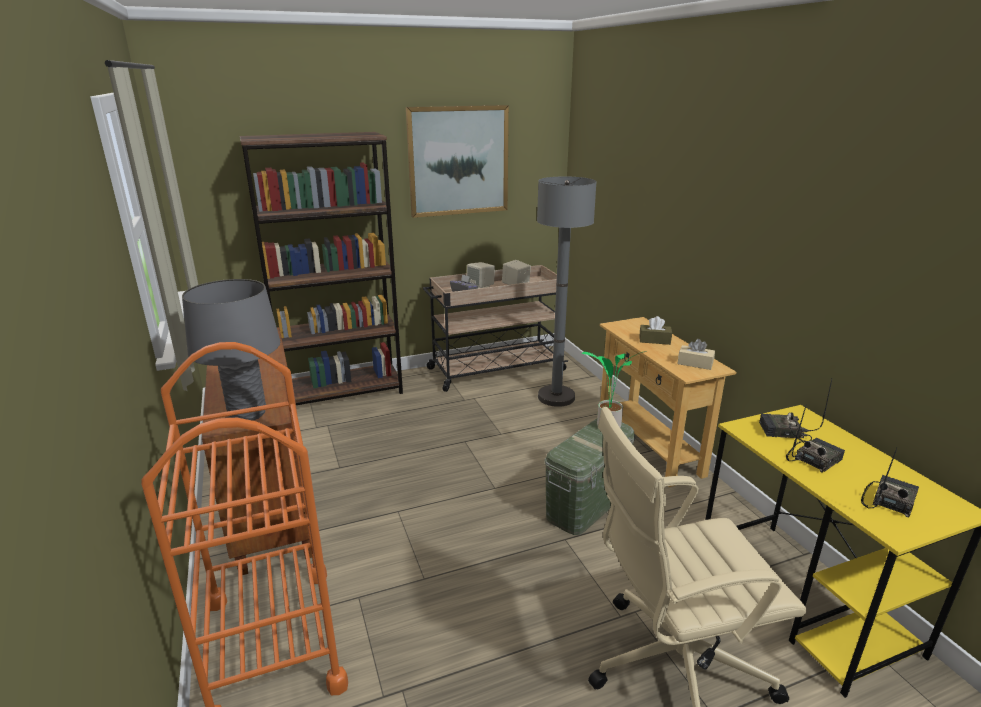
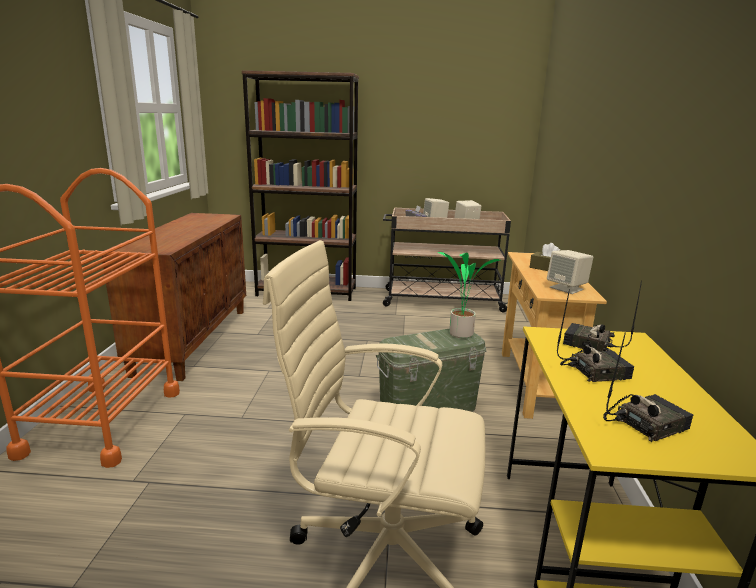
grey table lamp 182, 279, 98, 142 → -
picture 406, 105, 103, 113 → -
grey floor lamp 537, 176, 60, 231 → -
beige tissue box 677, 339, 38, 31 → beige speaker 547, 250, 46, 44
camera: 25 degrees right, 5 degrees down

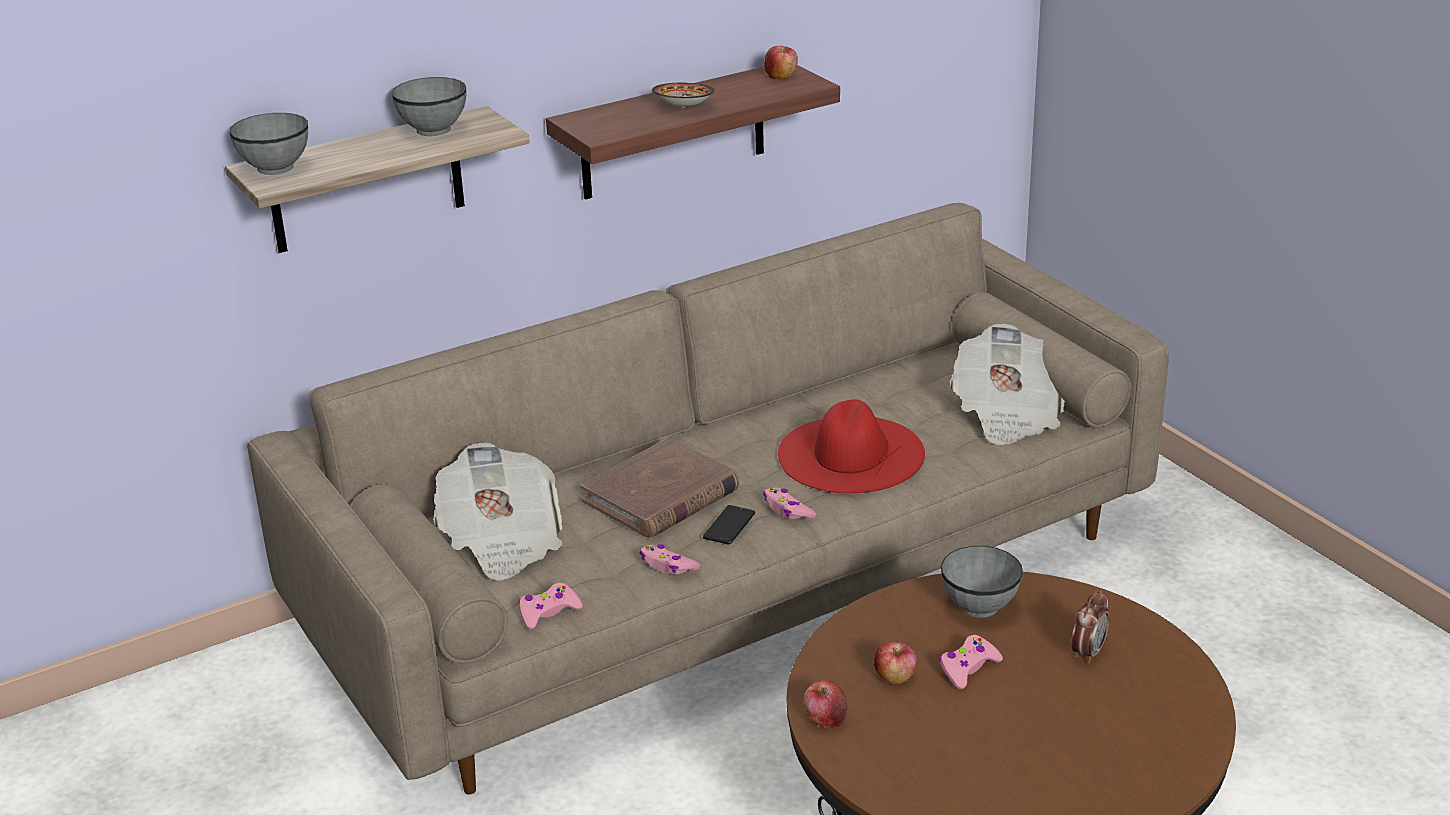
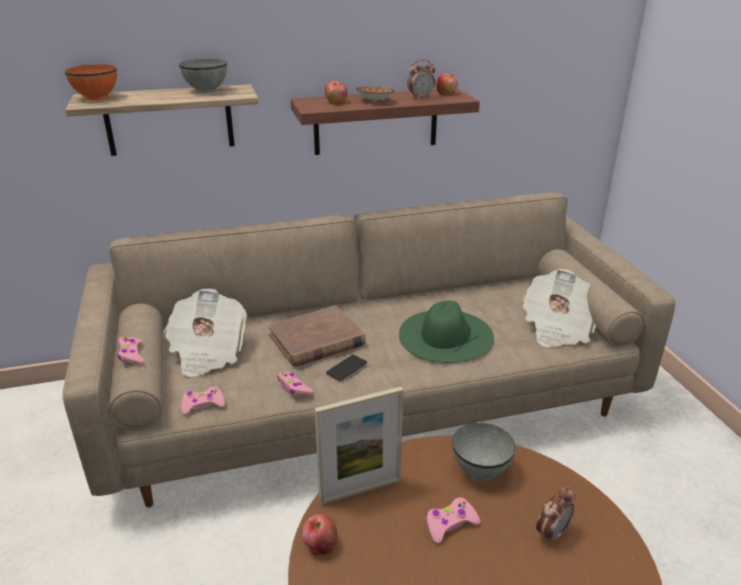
- → picture frame 314, 387, 89, 118
- → alarm clock 407, 59, 28, 40
pink game controller 763, 488, 53, 31 → pink game controller 118, 337, 26, 28, shifted
apple 874, 641, 43, 43 → apple 325, 81, 23, 23, shifted
grey bowl 230, 113, 78, 62 → orange bowl 65, 64, 52, 36
red hat 778, 399, 147, 94 → green hat 399, 301, 95, 62
camera: 15 degrees right, 0 degrees up

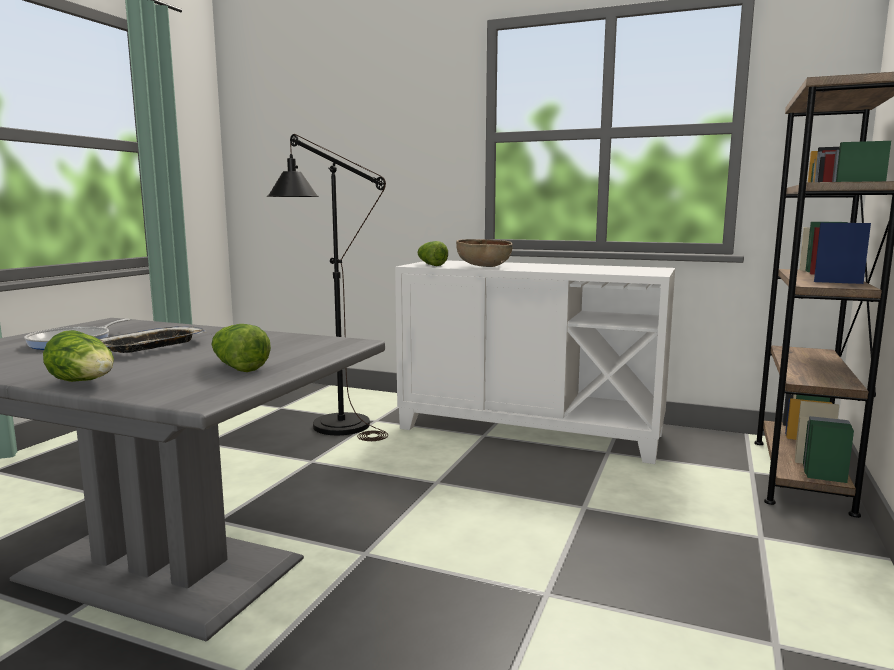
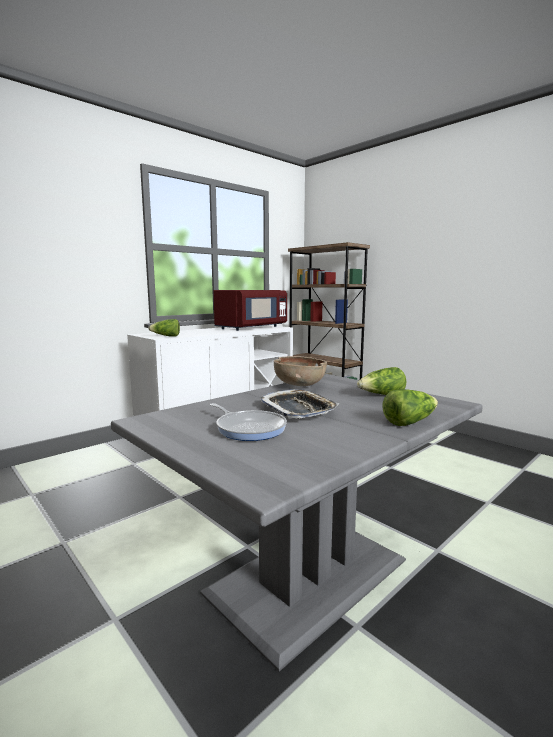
black floor lamp 267, 134, 121, 307 → -
- → red microwave 213, 290, 74, 41
brown bowl 456, 239, 57, 28 → brown bowl 274, 356, 53, 30, shifted
camera: 65 degrees left, 0 degrees up

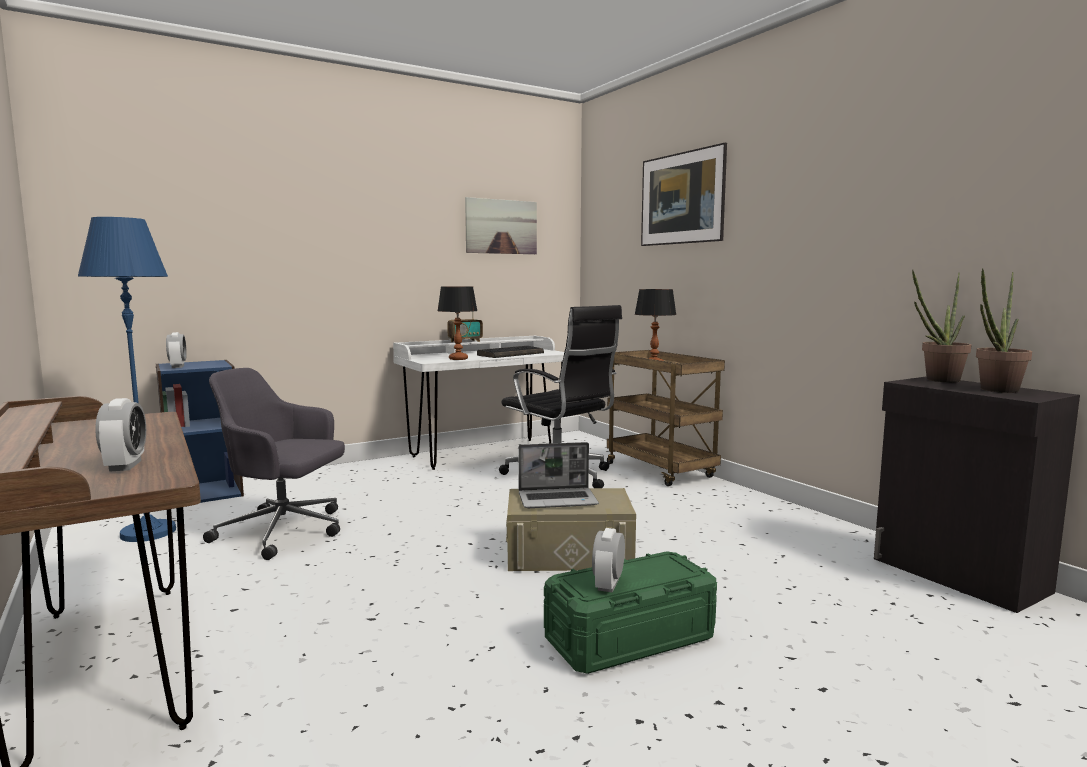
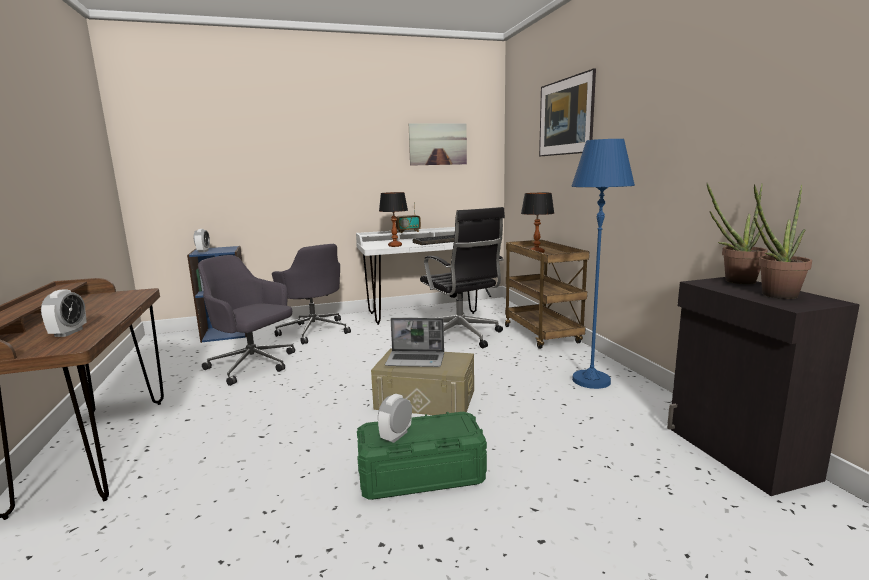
- → grey office chair 272, 244, 79, 100
blue floor lamp 78, 217, 98, 325 → blue floor lamp 572, 139, 63, 250, shifted
camera: 15 degrees right, 5 degrees up

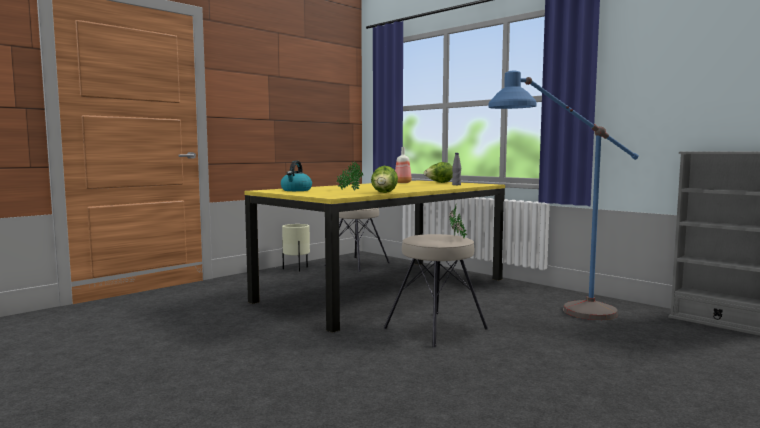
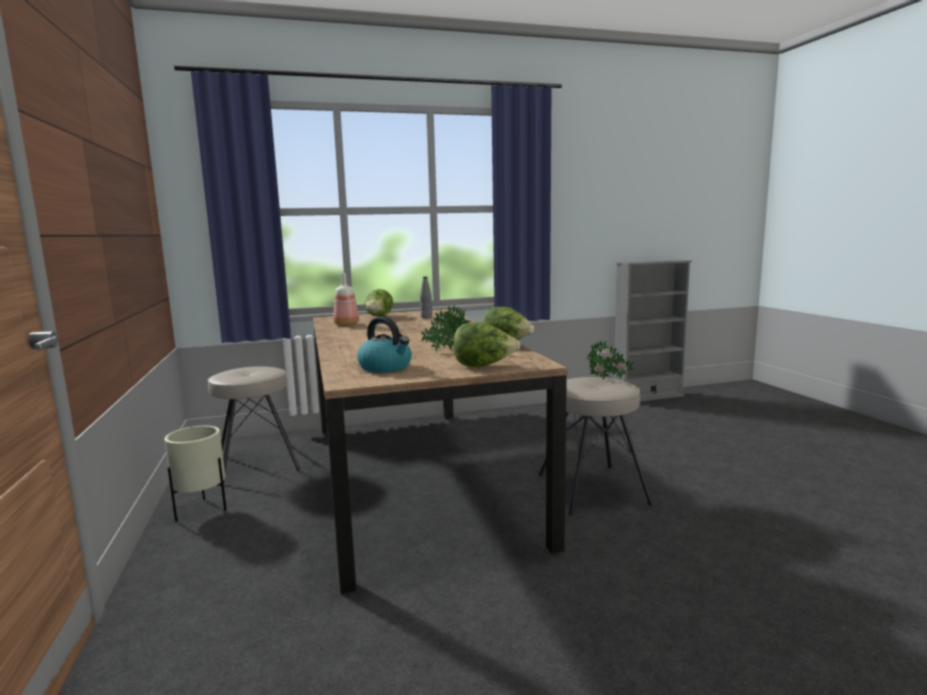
blue floor lamp 488, 71, 151, 249 → -
- → lettuce 453, 322, 67, 45
yellow dining table 244, 180, 261, 153 → brown dining table 313, 309, 254, 285
camera: 60 degrees left, 5 degrees up

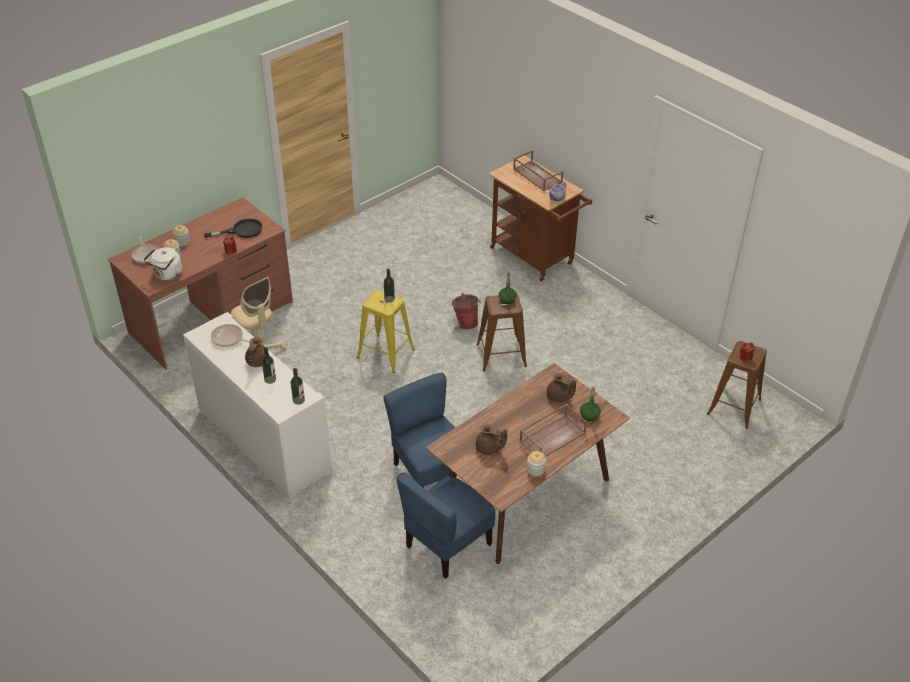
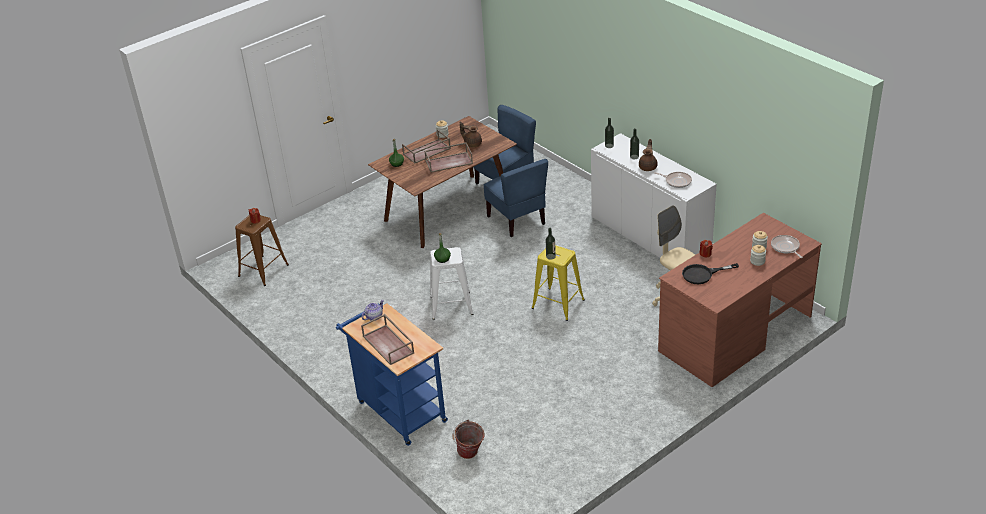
white kettle 144, 247, 38, 33 → -
brown teapot 547, 373, 29, 30 → -
- → brown tray 424, 142, 49, 31
bucket 452, 293, 29, 36 → bucket 453, 420, 31, 39, shifted
brown stool 477, 295, 50, 76 → white stool 430, 247, 43, 73
brown cart 489, 155, 103, 127 → blue cart 336, 303, 112, 143
camera: 175 degrees left, 5 degrees down

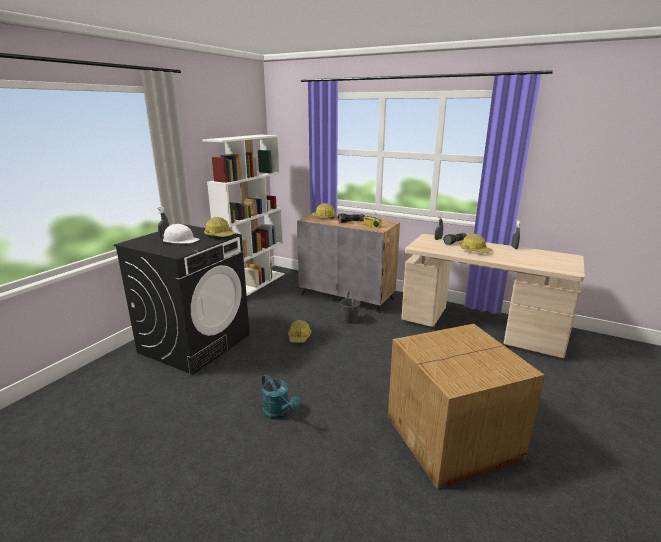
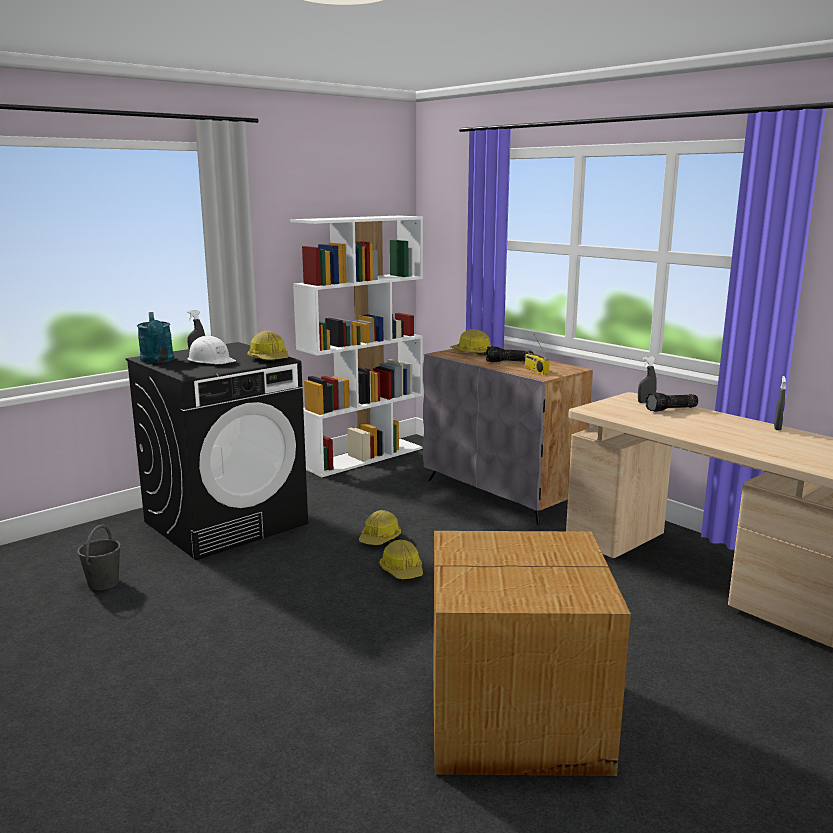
turquoise watering can 262, 374, 39, 46 → turquoise watering can 137, 312, 37, 51, shifted
grey bucket 340, 291, 20, 33 → grey bucket 77, 525, 44, 65, shifted
hard hat 460, 233, 33, 20 → hard hat 379, 540, 44, 39, shifted
camera: 20 degrees right, 5 degrees down

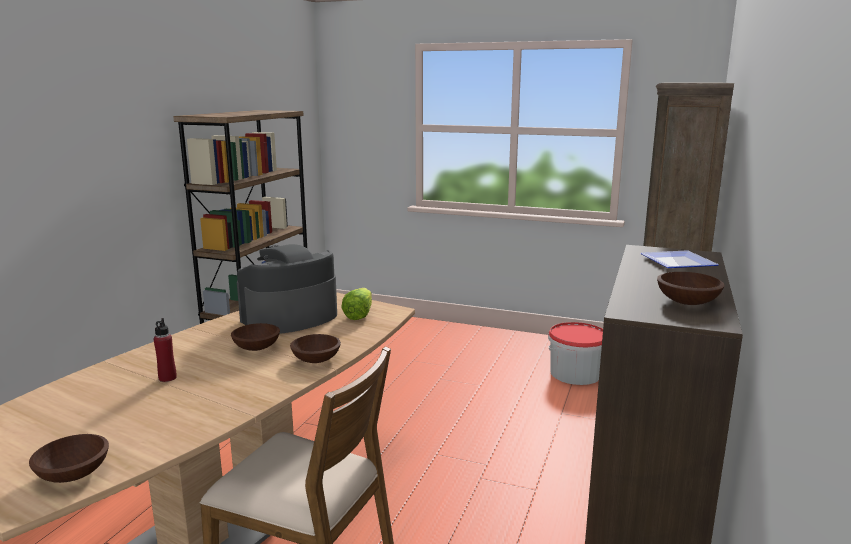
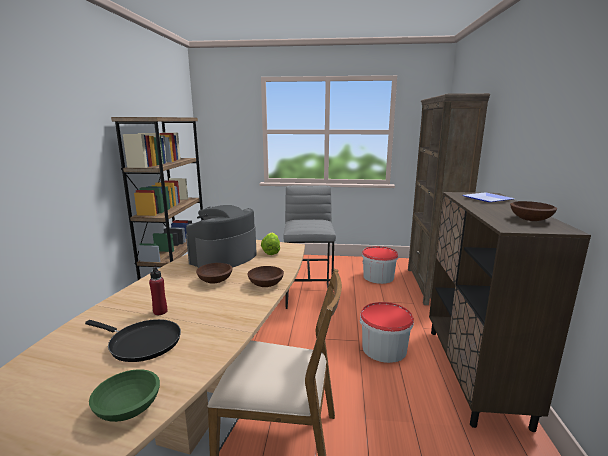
- → black frying pan 85, 319, 96, 43
- → grey stool 283, 186, 53, 123
- → bucket 359, 302, 55, 61
brown bowl 29, 434, 80, 49 → green bowl 89, 369, 71, 53
camera: 15 degrees left, 0 degrees up

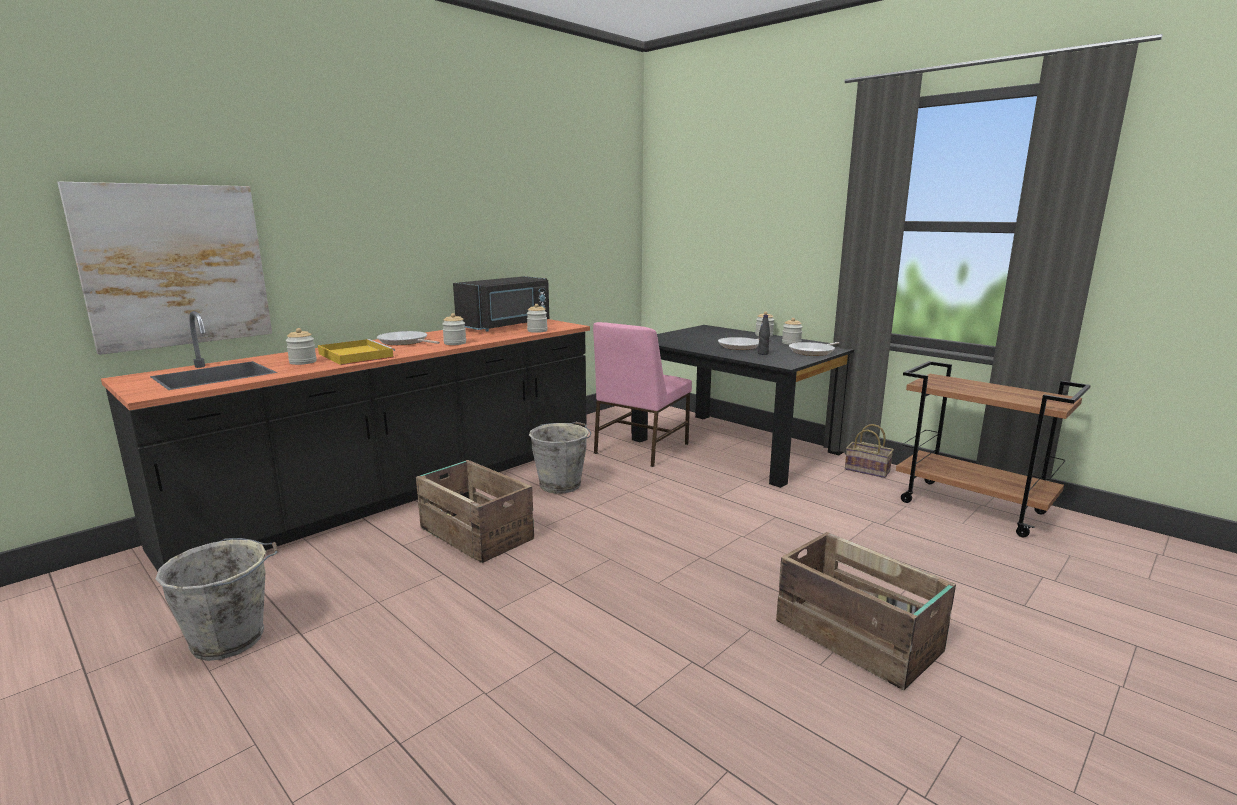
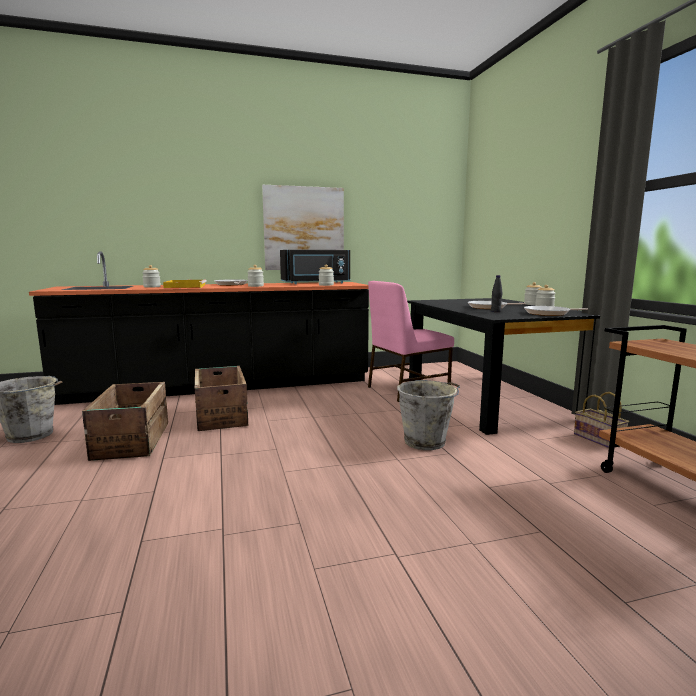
picture 58, 182, 214, 173 → picture 262, 185, 82, 85, shifted
grey bucket 529, 422, 63, 72 → grey bucket 397, 380, 63, 70, shifted
crate 776, 532, 180, 158 → crate 82, 382, 86, 79, shifted
camera: 30 degrees right, 5 degrees down

